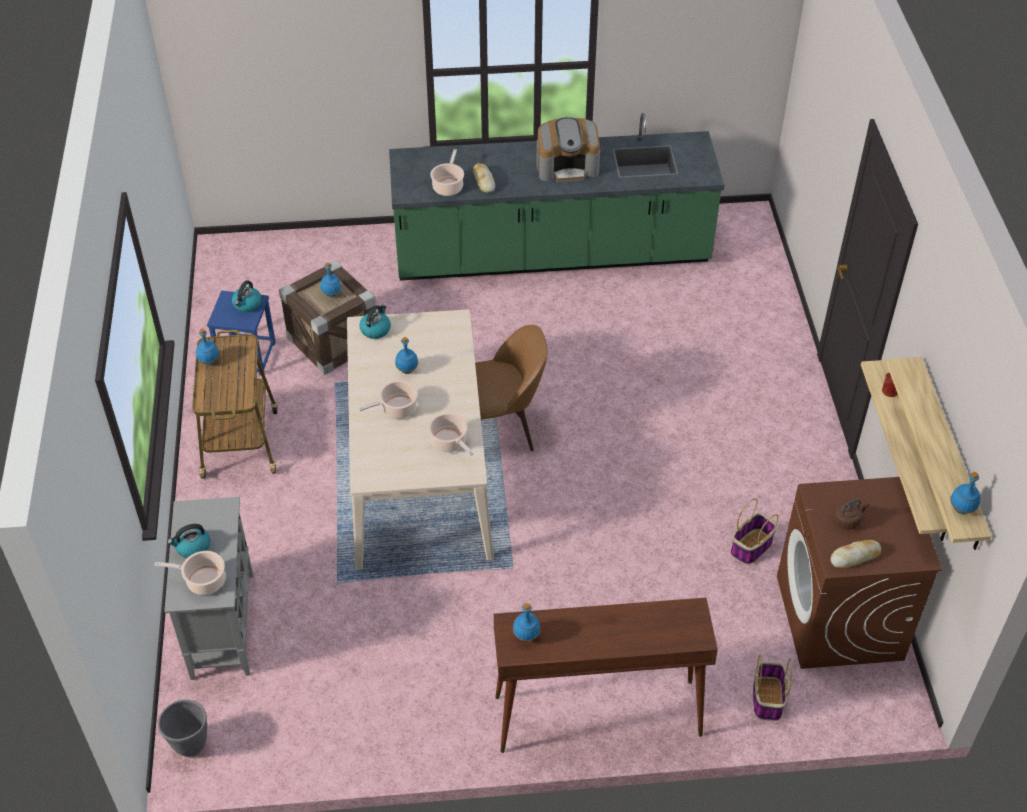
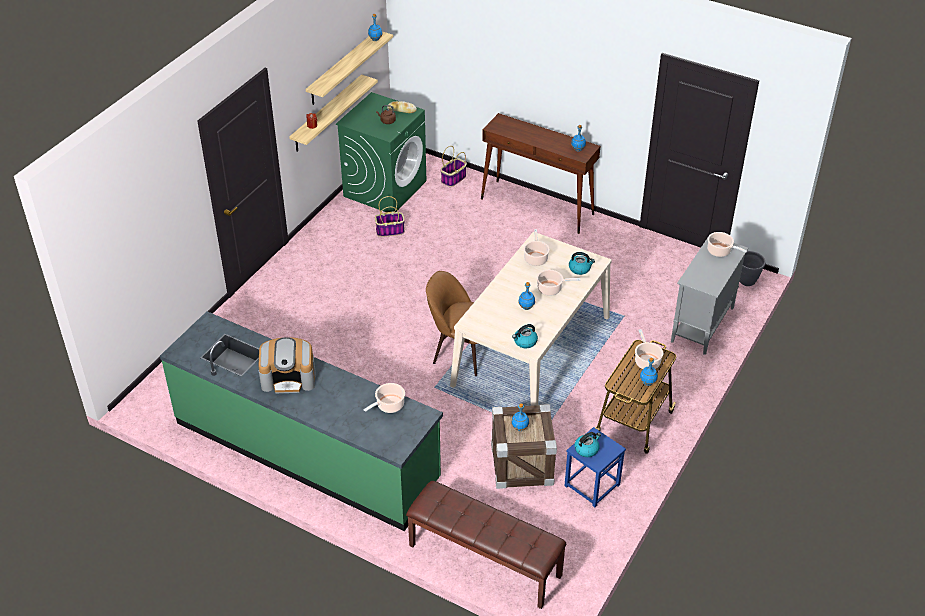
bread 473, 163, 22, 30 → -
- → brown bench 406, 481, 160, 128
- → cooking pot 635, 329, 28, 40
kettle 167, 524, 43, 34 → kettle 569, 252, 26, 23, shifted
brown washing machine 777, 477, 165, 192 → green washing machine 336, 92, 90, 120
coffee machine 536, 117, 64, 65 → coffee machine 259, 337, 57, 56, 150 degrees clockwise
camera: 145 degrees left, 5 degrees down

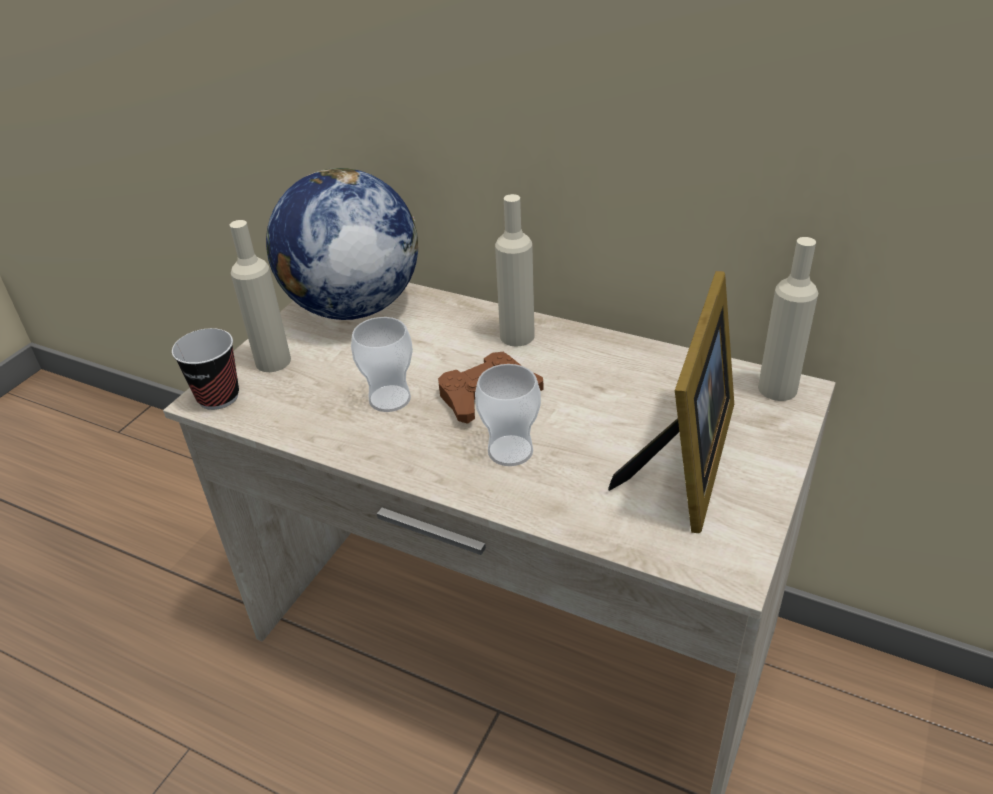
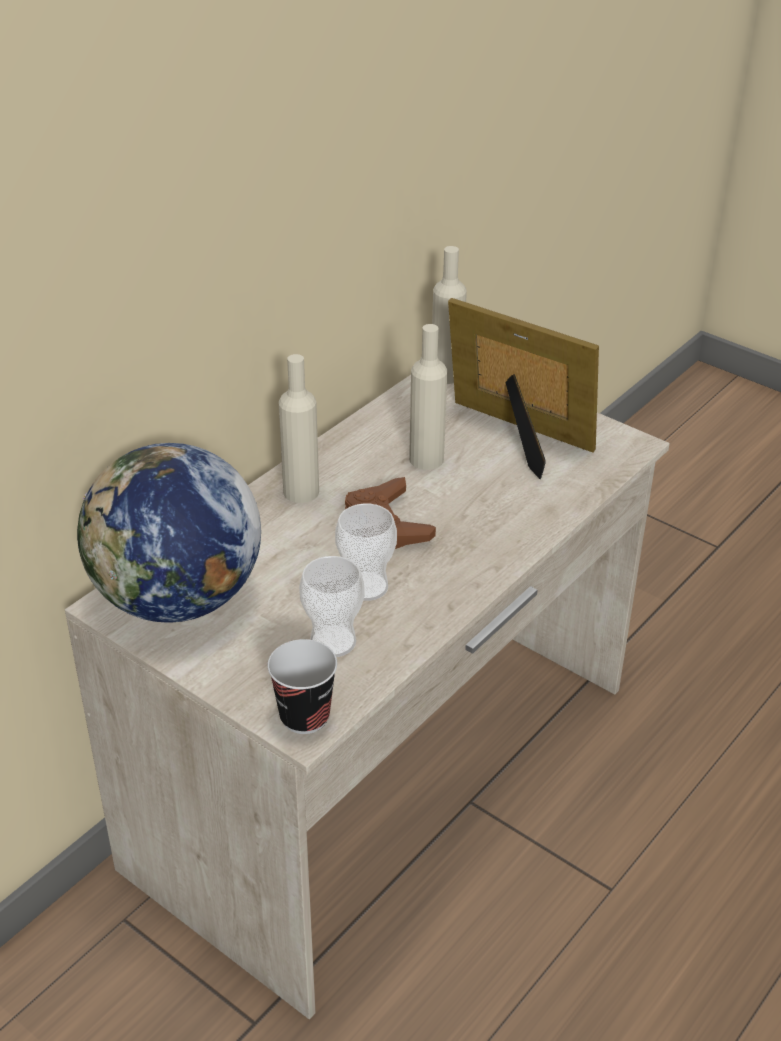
beige bottle 230, 220, 61, 152 → beige bottle 409, 324, 38, 146, shifted
cup 475, 364, 66, 102 → cup 299, 556, 65, 101, shifted
camera: 80 degrees left, 0 degrees up

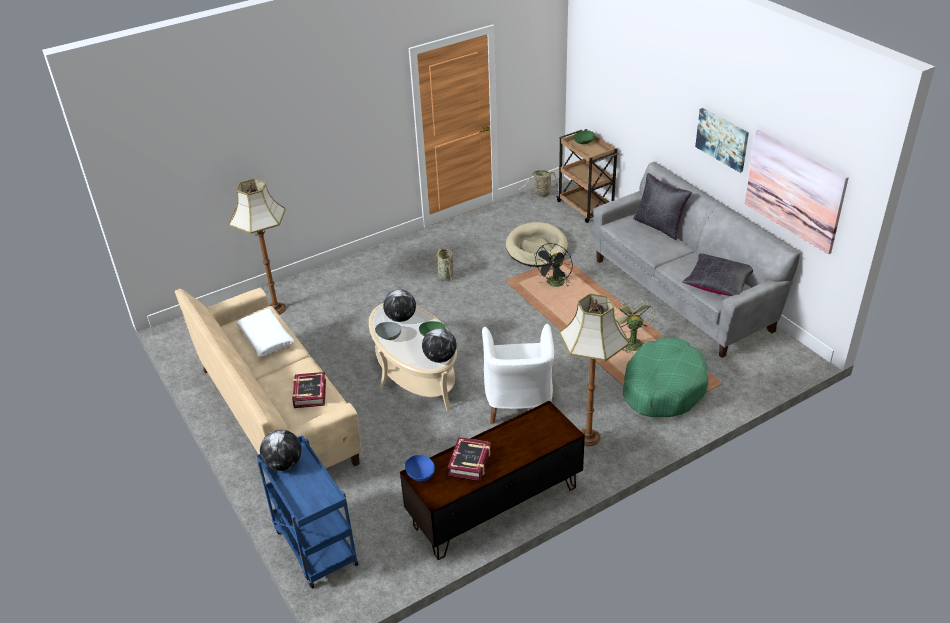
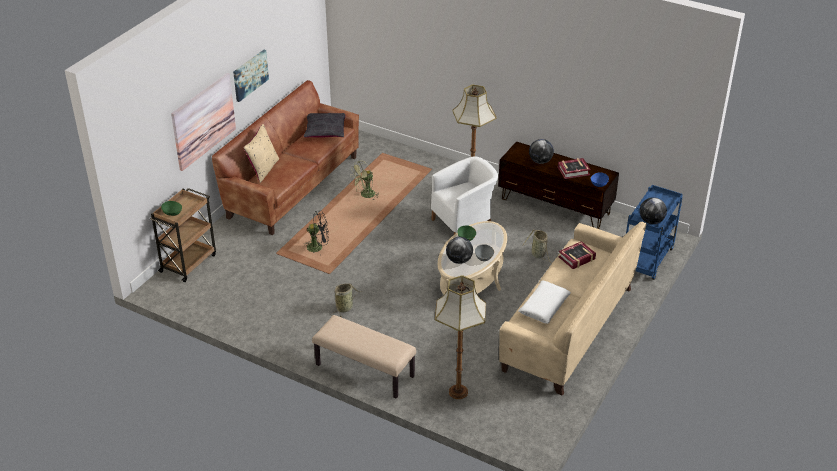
beige dog bed 506, 222, 62, 45 → -
green dog bed 623, 337, 86, 80 → -
- → beige bench 312, 315, 104, 83
globe 422, 328, 35, 35 → globe 529, 139, 25, 25, shifted
basket 517, 170, 41, 27 → basket 522, 229, 30, 35, shifted
picture 745, 130, 104, 125 → picture 171, 73, 65, 98, shifted
grey sofa 593, 162, 207, 196 → brown sofa 212, 80, 147, 155
black pillow 633, 173, 59, 67 → beige pillow 243, 124, 36, 59
camera: 120 degrees left, 0 degrees up

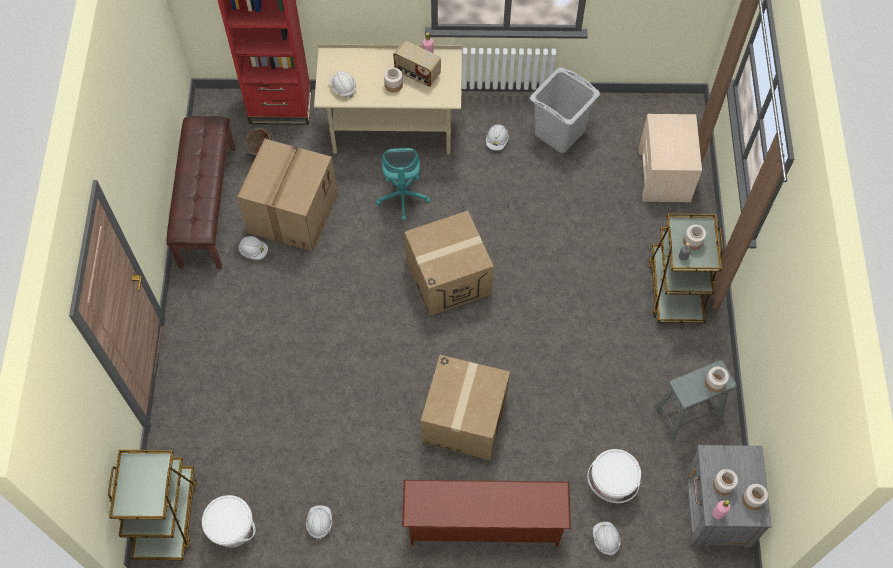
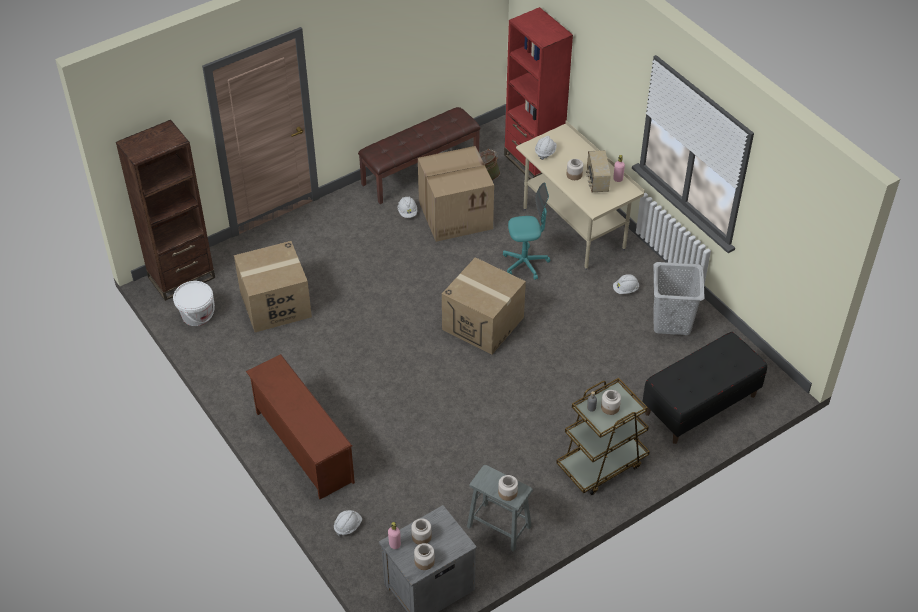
white hard hat 306, 505, 26, 35 → -
white bucket 588, 449, 53, 54 → -
cardboard box 421, 355, 89, 105 → cardboard box 234, 241, 78, 91, shifted
brown cart 108, 450, 90, 110 → brown bookcase 116, 120, 99, 181
beige nightstand 639, 114, 63, 88 → black bench 642, 332, 125, 112
turquoise office chair 376, 148, 54, 72 → turquoise office chair 503, 182, 47, 98, 150 degrees counterclockwise
camera: 55 degrees right, 15 degrees down

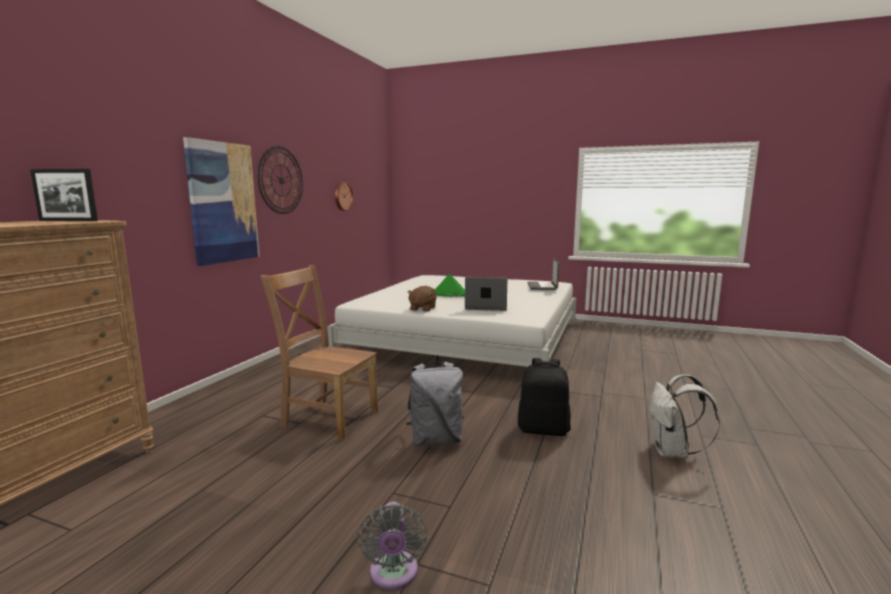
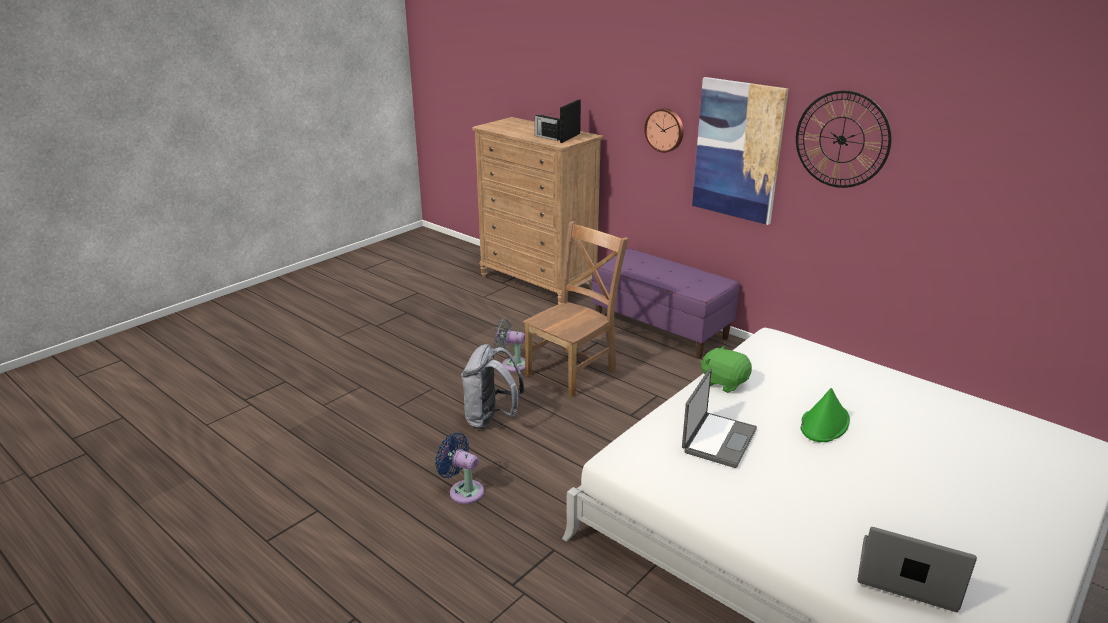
white backpack 649, 374, 71, 84 → -
- → radio 534, 113, 26, 28
- → purple bench 592, 248, 147, 111
wall clock 335, 182, 18, 29 → wall clock 644, 108, 40, 45, shifted
grey fan 357, 502, 70, 88 → grey fan 494, 318, 31, 54, shifted
black backpack 518, 358, 53, 78 → blue fan 435, 433, 49, 71
brown plush toy 407, 286, 30, 26 → green plush toy 701, 346, 51, 47
camera: 110 degrees right, 15 degrees up

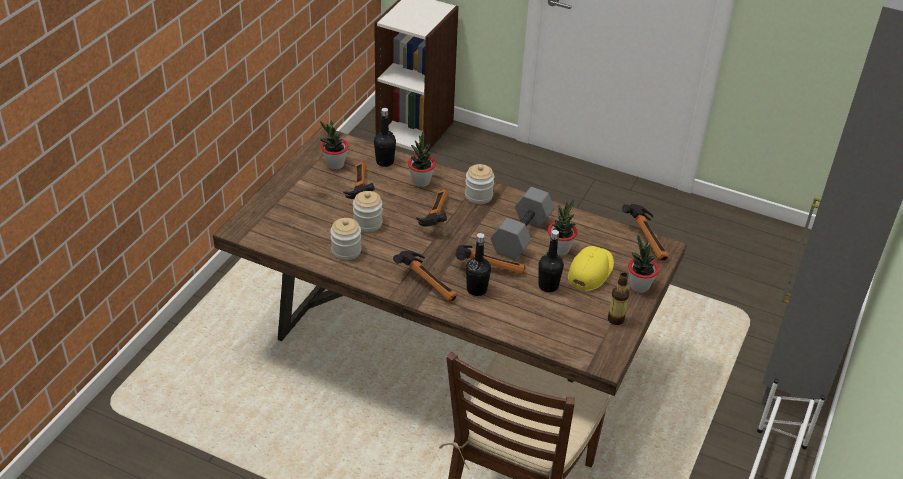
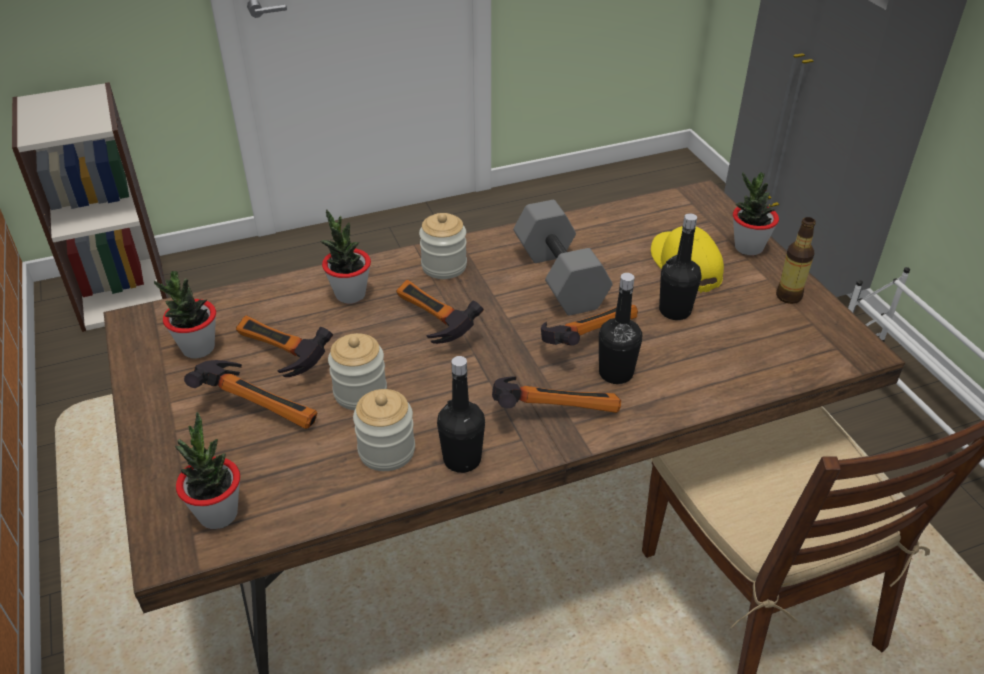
black bottle 374, 108, 22, 59 → black bottle 437, 356, 48, 117, shifted
potted plant 548, 199, 29, 57 → potted plant 175, 412, 65, 117, shifted
hammer 622, 204, 47, 57 → hammer 184, 360, 133, 69, shifted
camera: 45 degrees left, 0 degrees up

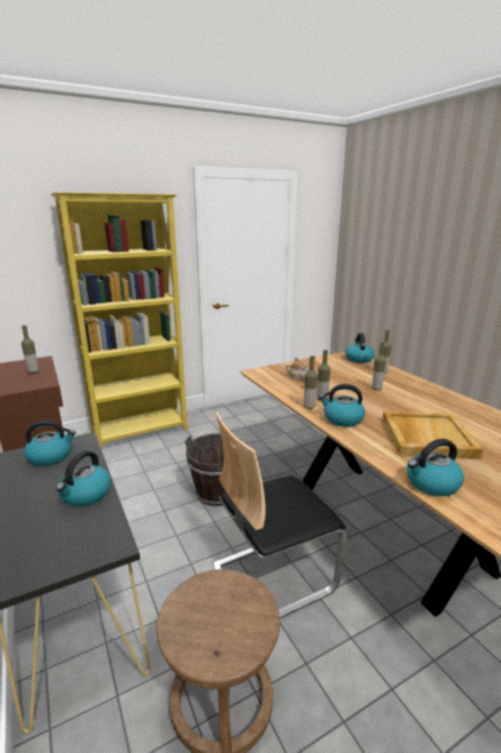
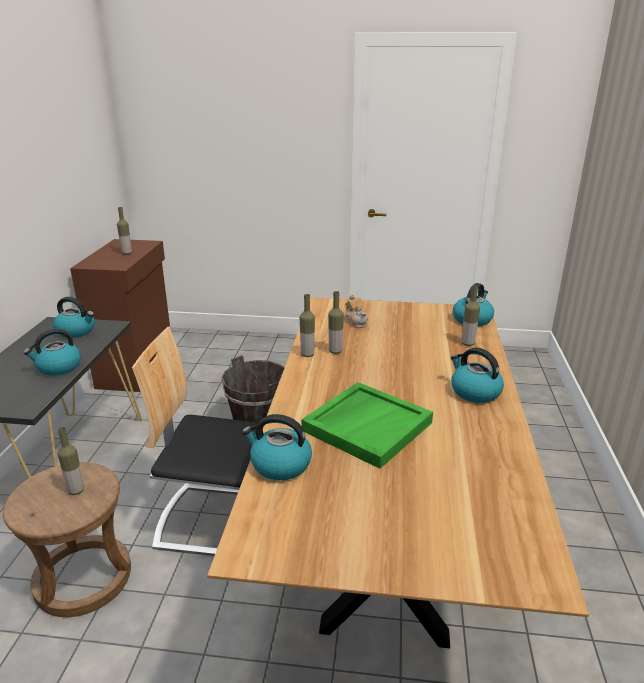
yellow bookcase 50, 192, 138, 257 → -
kettle 319, 384, 46, 43 → kettle 451, 347, 53, 56, shifted
bottle 372, 342, 14, 49 → bottle 57, 427, 27, 68, shifted
beige tray 382, 411, 101, 48 → green tray 301, 382, 132, 87
camera: 35 degrees right, 5 degrees up

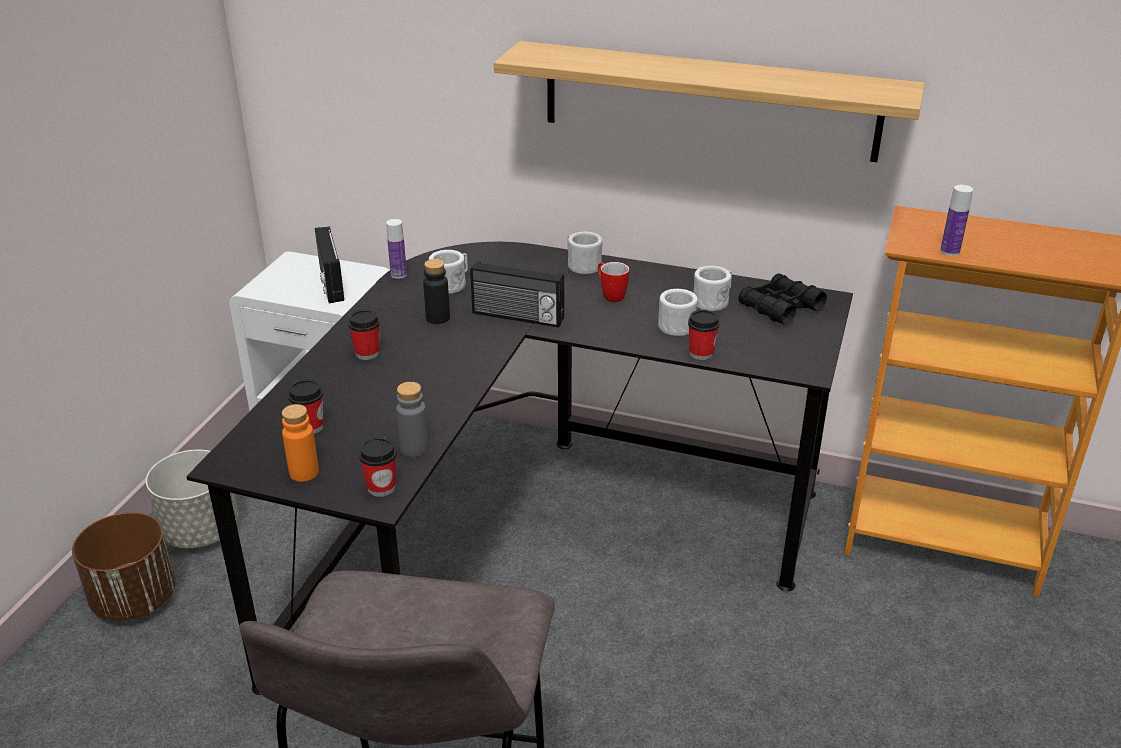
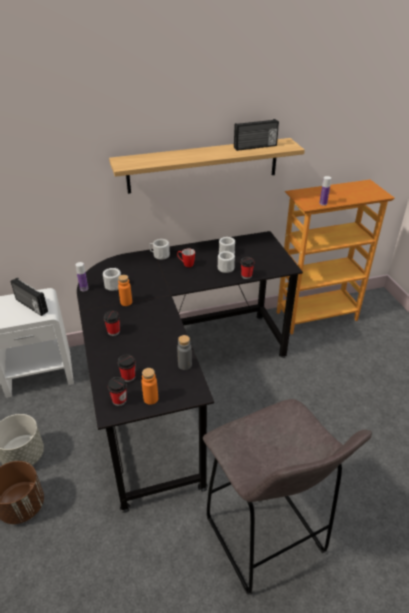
black binoculars 738, 273, 89, 52 → -
cup 359, 437, 38, 60 → cup 108, 377, 19, 29, shifted
radio 470, 261, 94, 67 → radio 234, 119, 45, 32, shifted
black bottle 423, 259, 27, 65 → orange bottle 118, 275, 14, 31
camera: 35 degrees left, 5 degrees up

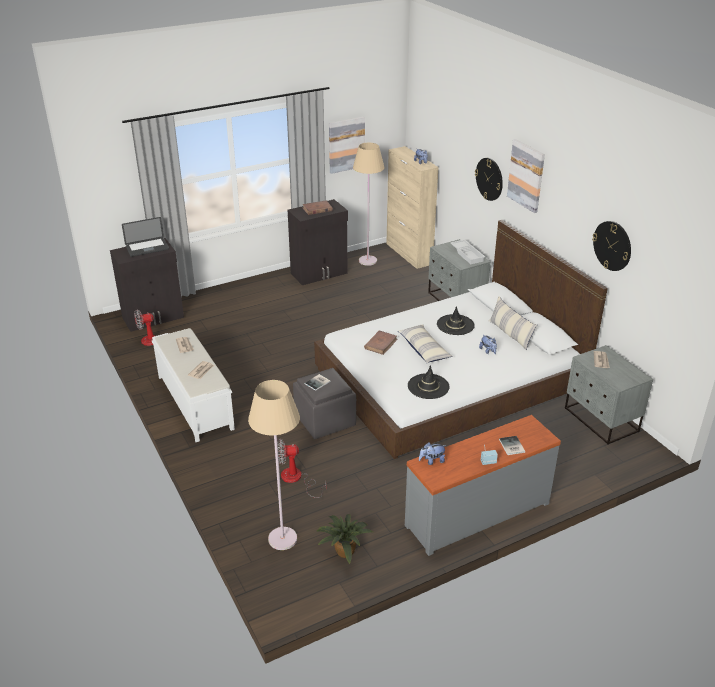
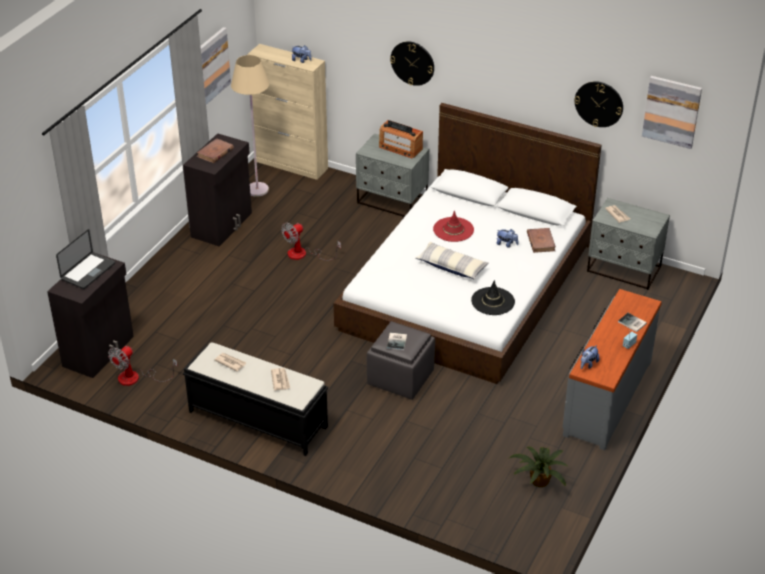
beige floor lamp 248, 380, 52, 170 → -
pillow 489, 296, 48, 54 → -
fan 277, 439, 49, 59 → fan 281, 223, 60, 38, shifted
brown book 364, 331, 34, 24 → brown book 527, 228, 29, 25, shifted
picture 507, 139, 38, 74 → picture 642, 76, 60, 73, shifted
white tray 450, 239, 35, 25 → radio 379, 120, 44, 39
white bench 152, 328, 83, 114 → black bench 183, 342, 145, 114
black hat 437, 306, 38, 29 → red hat 433, 211, 41, 31
camera: 35 degrees left, 5 degrees up

